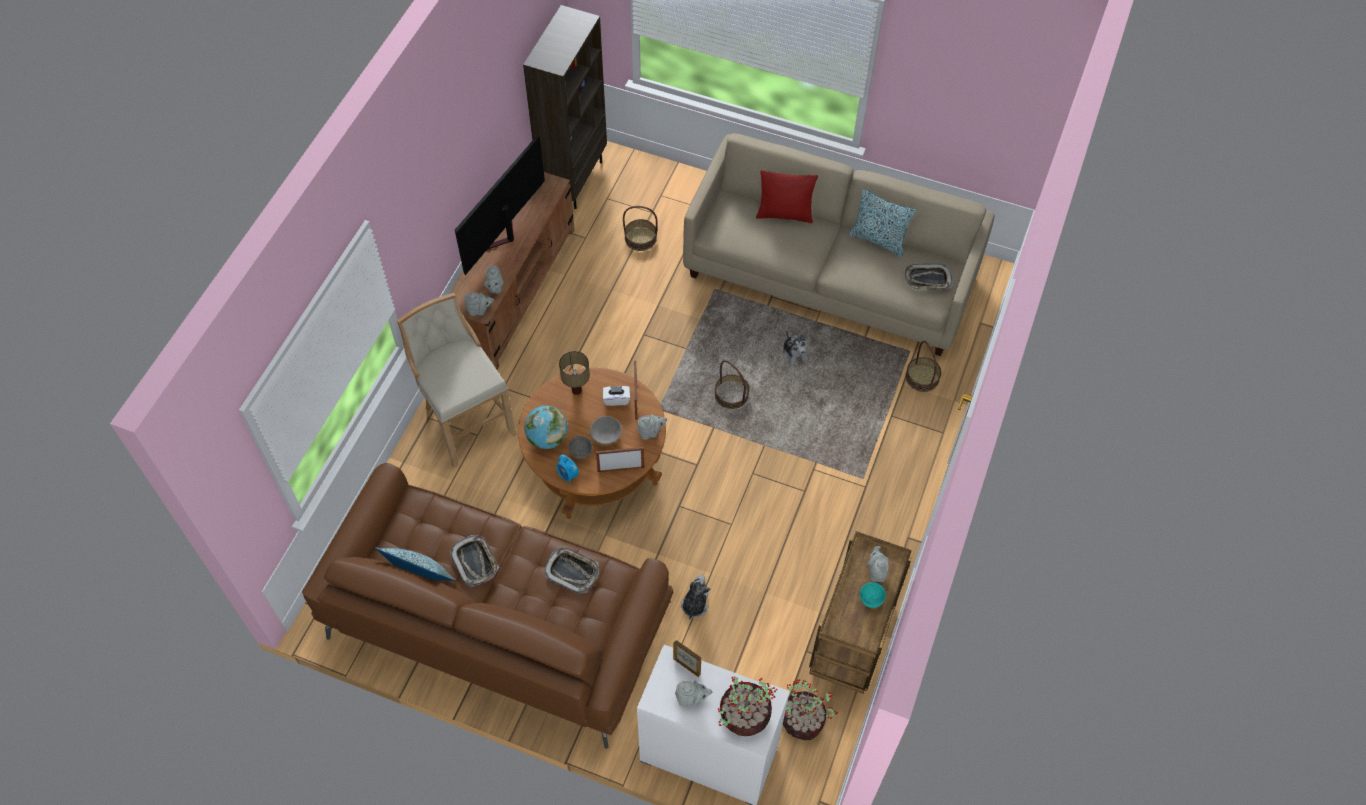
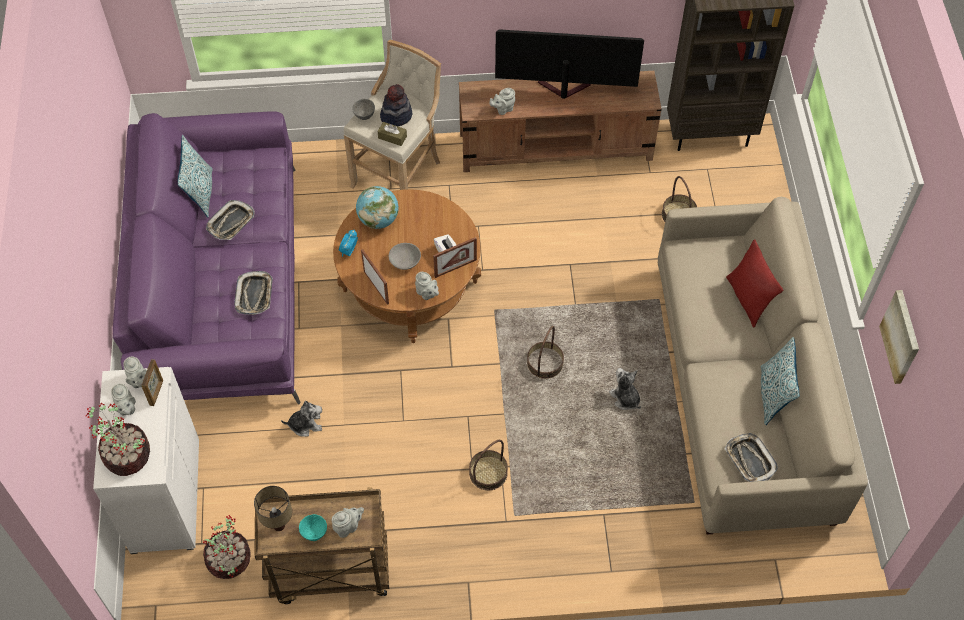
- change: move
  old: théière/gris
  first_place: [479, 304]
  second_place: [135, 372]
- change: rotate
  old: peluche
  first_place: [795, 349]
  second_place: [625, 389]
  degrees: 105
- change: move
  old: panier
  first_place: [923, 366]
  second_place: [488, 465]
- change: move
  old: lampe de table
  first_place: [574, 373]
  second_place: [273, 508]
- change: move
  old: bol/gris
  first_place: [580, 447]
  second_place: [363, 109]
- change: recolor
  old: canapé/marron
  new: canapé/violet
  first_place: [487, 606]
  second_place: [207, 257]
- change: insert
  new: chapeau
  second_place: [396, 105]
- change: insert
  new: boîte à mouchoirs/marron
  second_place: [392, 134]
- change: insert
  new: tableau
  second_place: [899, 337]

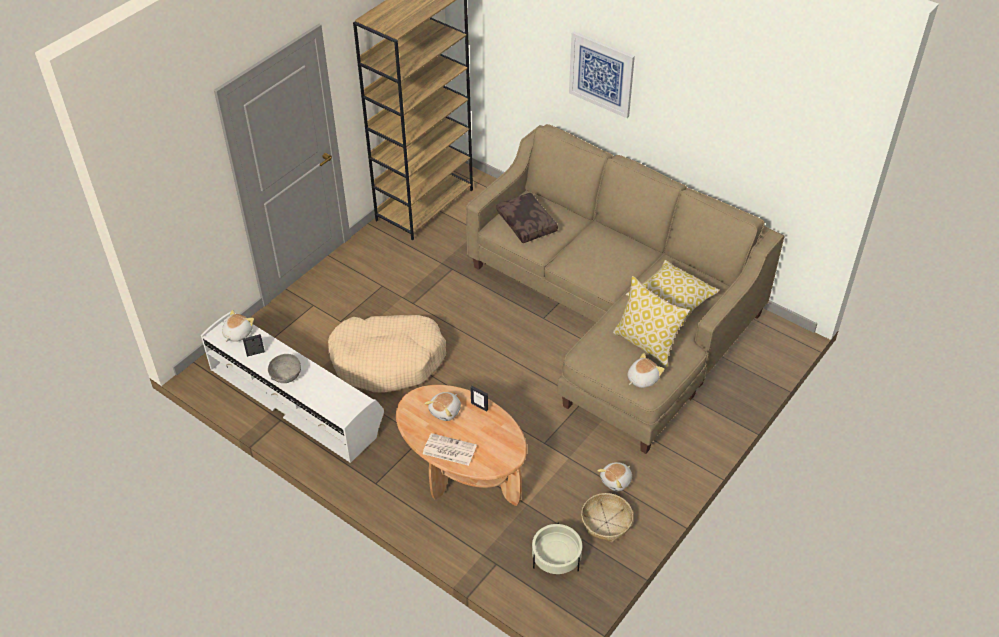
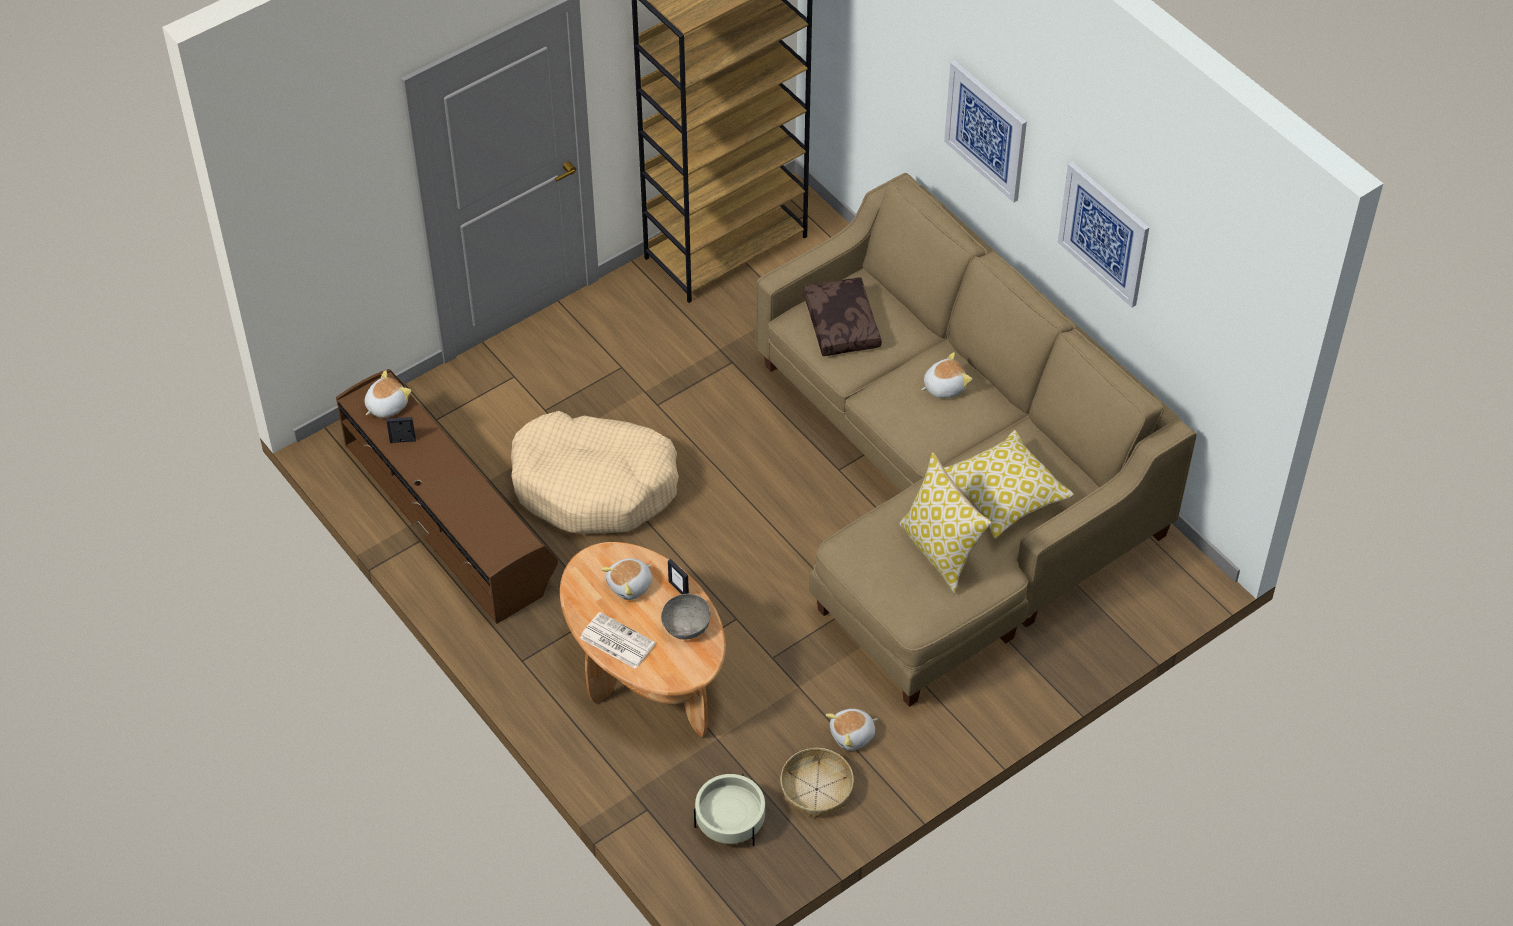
- change: recolor
  old: meuble télé/blanc
  new: meuble télé/marron
  first_place: [292, 387]
  second_place: [447, 496]
- change: move
  old: peluche
  first_place: [645, 370]
  second_place: [946, 375]
- change: move
  old: bol/gris
  first_place: [284, 368]
  second_place: [686, 616]
- change: insert
  new: tableau
  second_place: [1103, 235]

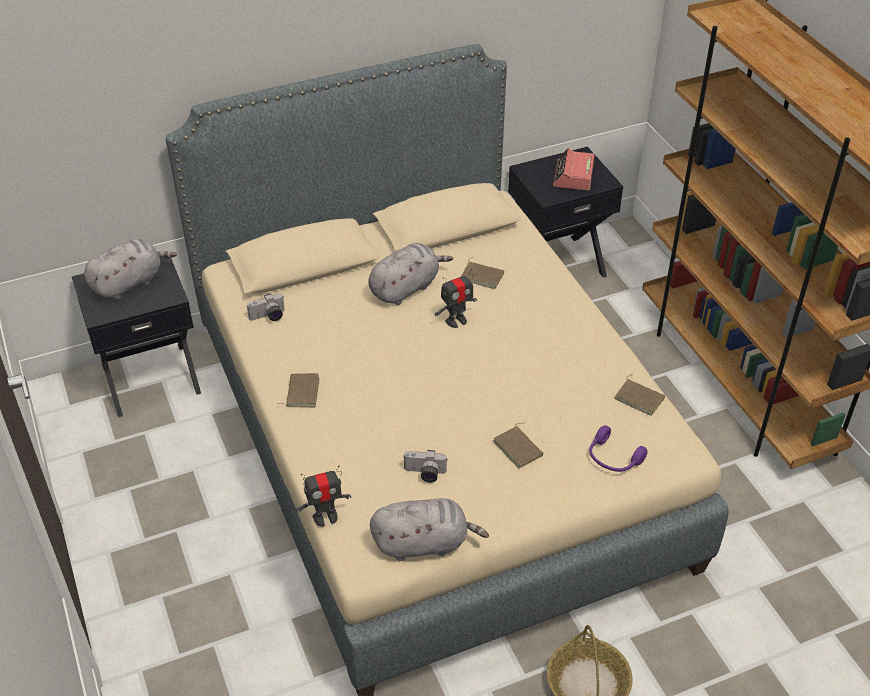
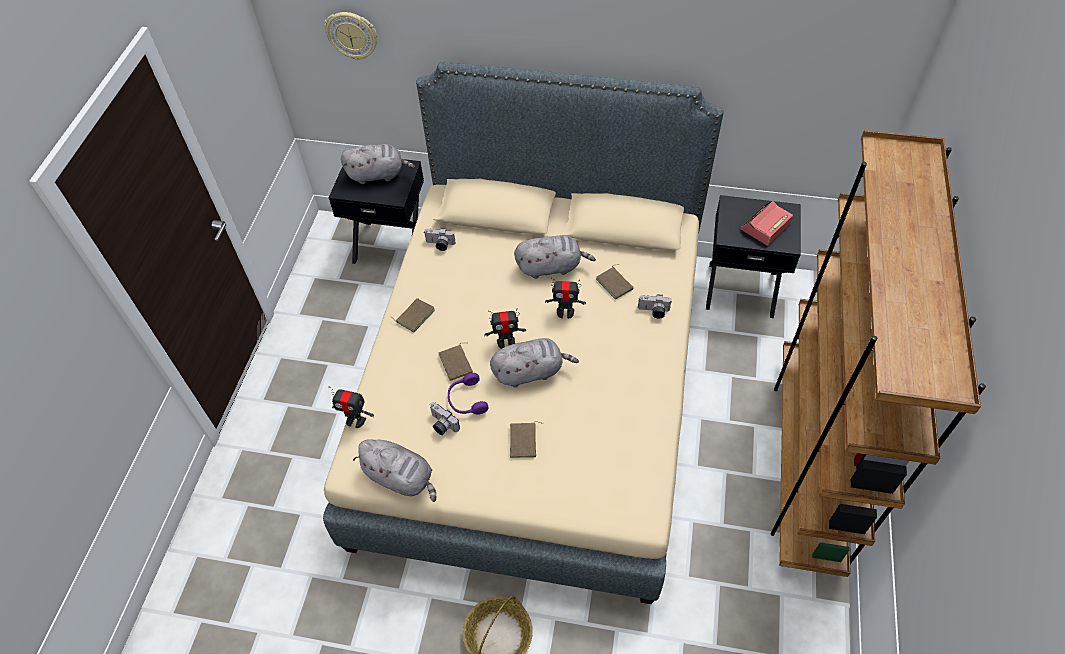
- change: move
  old: livre/marron
  first_place: [639, 395]
  second_place: [455, 362]
- change: move
  old: casque audio/violet
  first_place: [618, 448]
  second_place: [468, 394]
- change: insert
  new: horloge murale
  second_place: [350, 36]
- change: insert
  new: appareil photo
  second_place: [655, 306]
- change: insert
  new: robot jouet
  second_place: [505, 328]
- change: insert
  new: peluche/gris
  second_place: [534, 363]

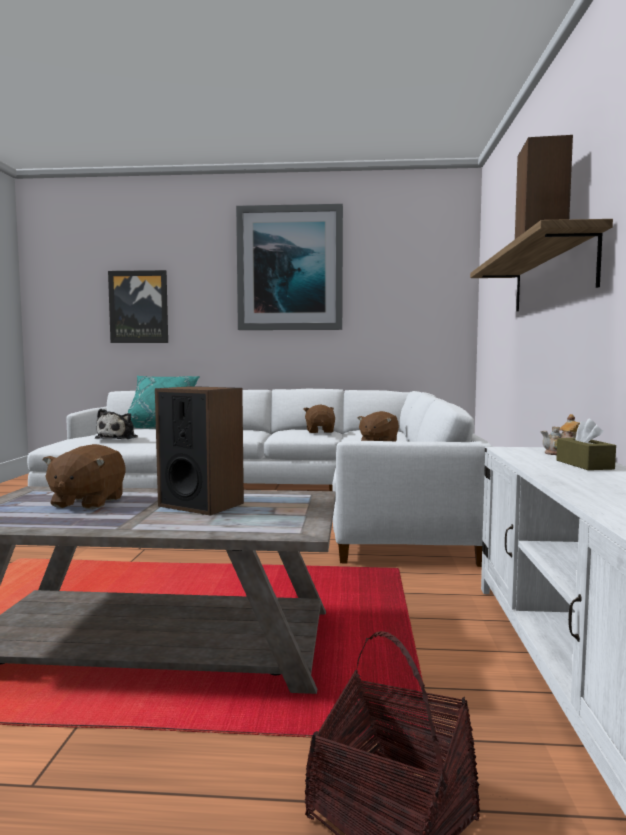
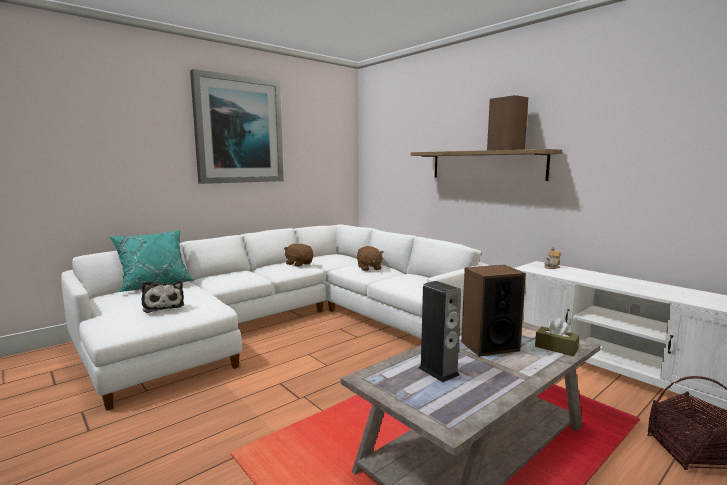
- change: delete
  old: tableau
  first_place: [138, 306]
- change: move
  old: boîte à mouchoirs/marron
  first_place: [586, 444]
  second_place: [557, 337]
- change: replace
  old: peluche/marron
  new: enceinte
  first_place: [84, 477]
  second_place: [439, 331]

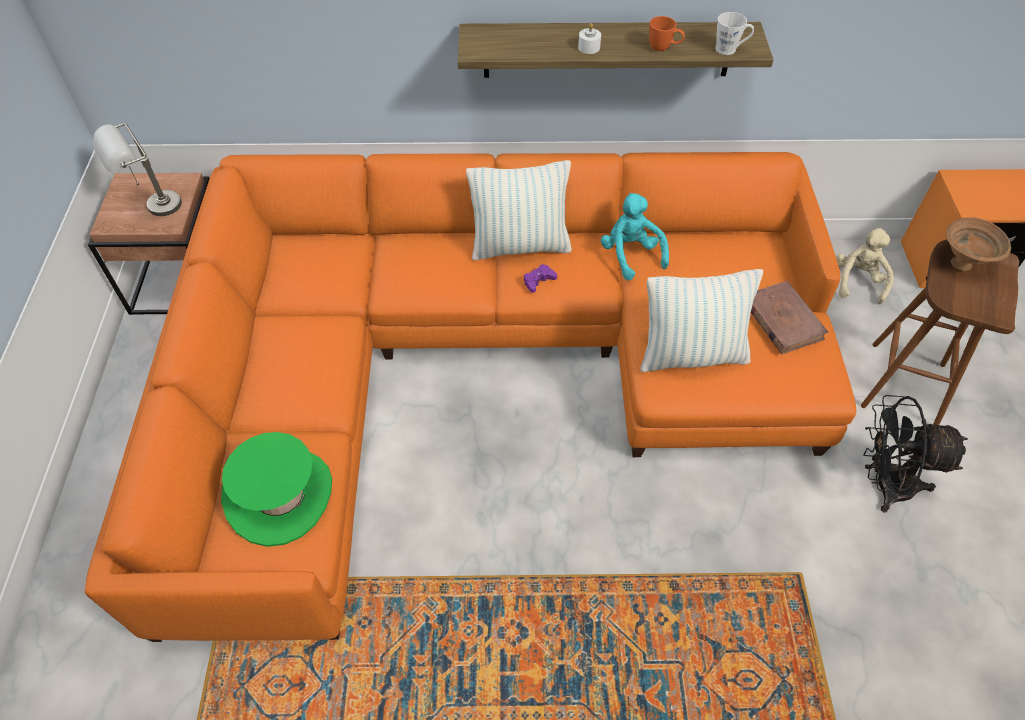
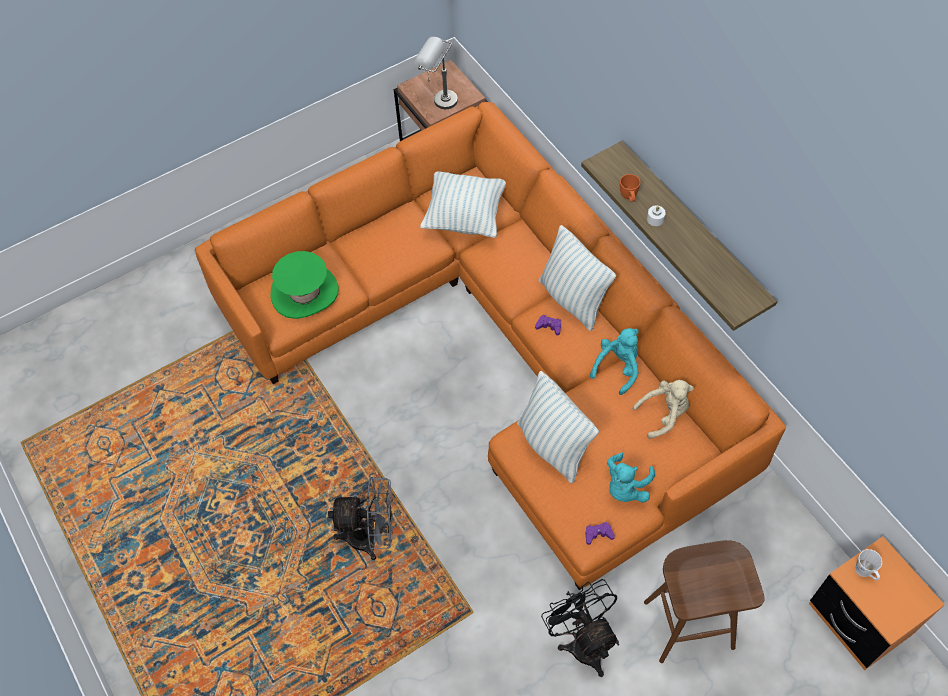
- change: move
  old: mug/blanc
  first_place: [735, 33]
  second_place: [868, 565]
- change: move
  old: mug/orange
  first_place: [667, 33]
  second_place: [630, 188]
- change: delete
  old: bol/marron
  first_place: [978, 244]
- change: move
  old: peluche/beige
  first_place: [865, 266]
  second_place: [663, 409]
- change: replace
  old: livre/marron
  new: peluche/turquoise
  first_place: [790, 317]
  second_place: [631, 477]
- change: insert
  new: coussin
  second_place: [463, 204]
- change: insert
  new: ventilateur/gris
  second_place: [360, 518]
- change: insert
  new: manette/violet
  second_place: [600, 533]

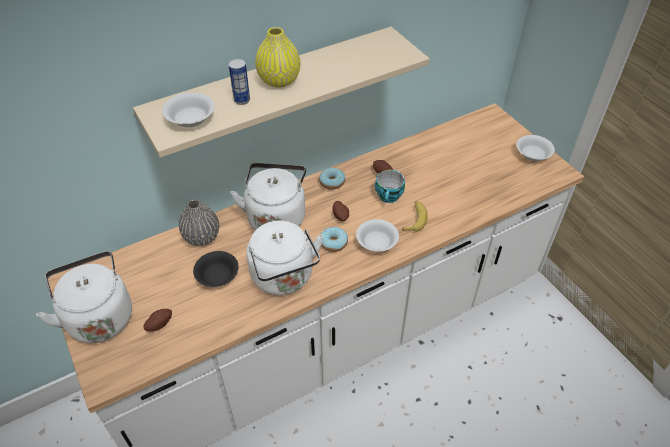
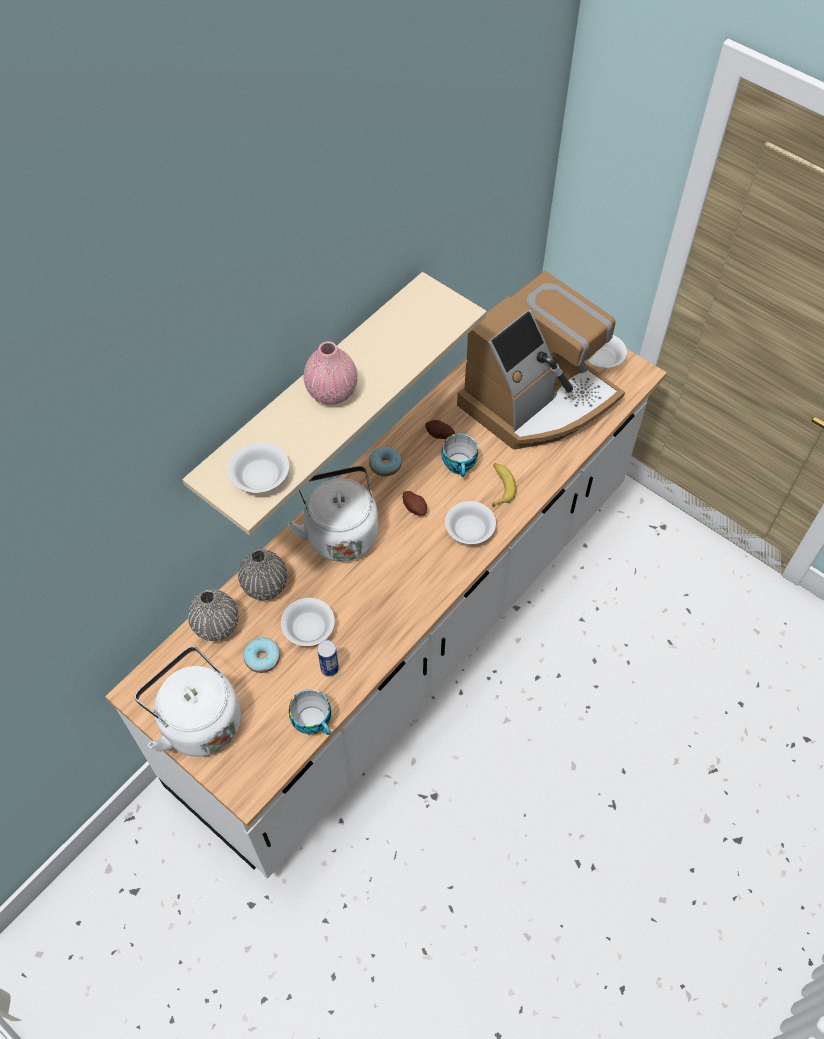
- change: recolor
  old: vase/jaune
  new: vase/rose
  first_place: [277, 57]
  second_place: [330, 373]
- change: move
  old: boîte métallique
  first_place: [239, 82]
  second_place: [328, 658]
- change: delete
  old: bouilloire/blanc
  first_place: [284, 258]
- change: move
  old: beignet
  first_place: [334, 239]
  second_place: [262, 655]
- change: recolor
  old: bol/noir
  new: bol/blanc
  first_place: [216, 269]
  second_place: [308, 622]
- change: delete
  old: pomme de terre
  first_place: [157, 320]
- change: insert
  new: machine à café
  second_place: [541, 360]
- change: insert
  new: vase/gris
  second_place: [213, 615]
- change: insert
  new: tasse
  second_place: [310, 712]

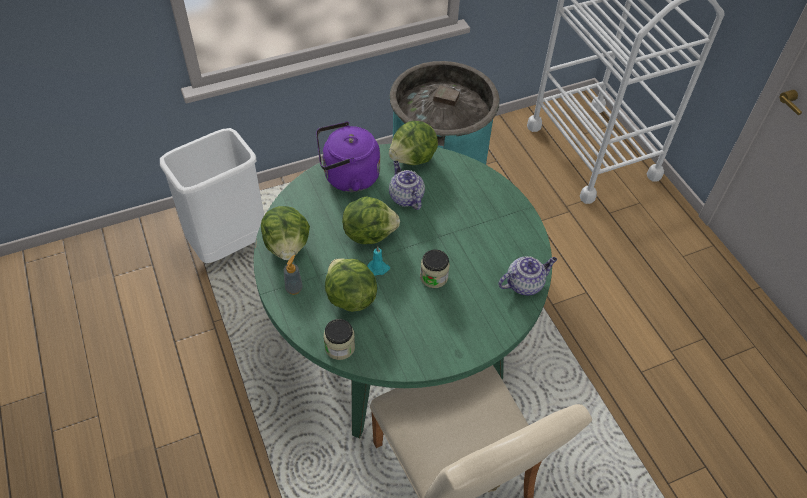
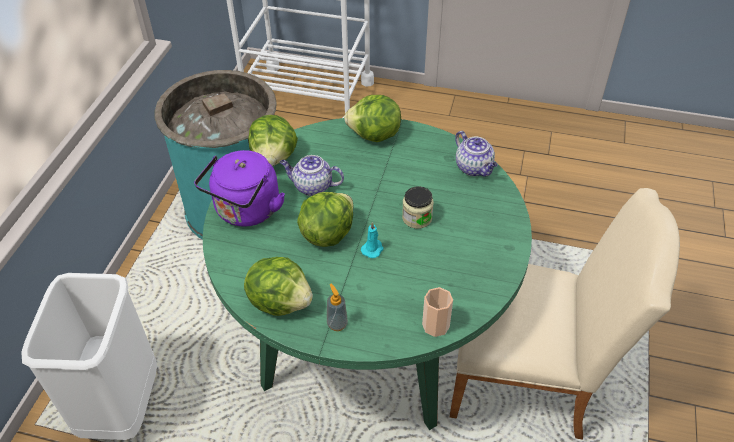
- change: rotate
  old: théière
  first_place: [527, 276]
  second_place: [476, 154]
  degrees: 135
- change: move
  old: laitue
  first_place: [351, 285]
  second_place: [372, 118]
- change: replace
  old: bocal
  new: tasse
  first_place: [339, 339]
  second_place: [437, 312]

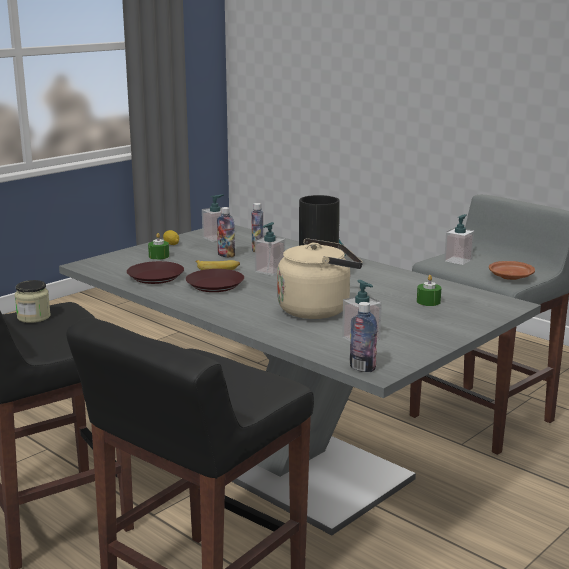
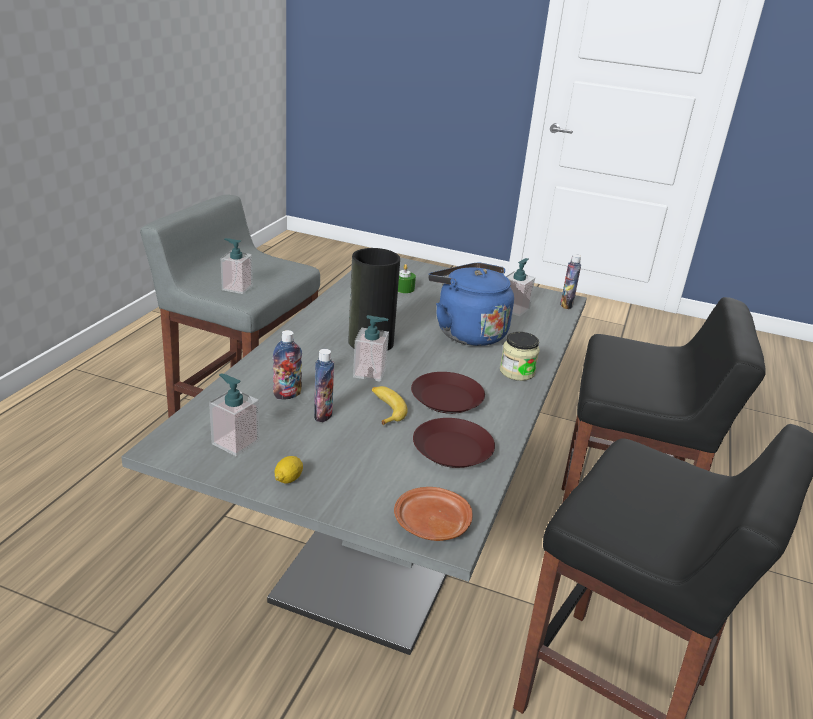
- change: delete
  old: bougie/vert
  first_place: [158, 246]
- change: recolor
  old: bouilloire/beige
  new: bouilloire/bleu
  first_place: [320, 278]
  second_place: [471, 304]
- change: move
  old: assiette/marron
  first_place: [512, 270]
  second_place: [433, 514]
- change: move
  old: bocal
  first_place: [33, 301]
  second_place: [520, 356]

